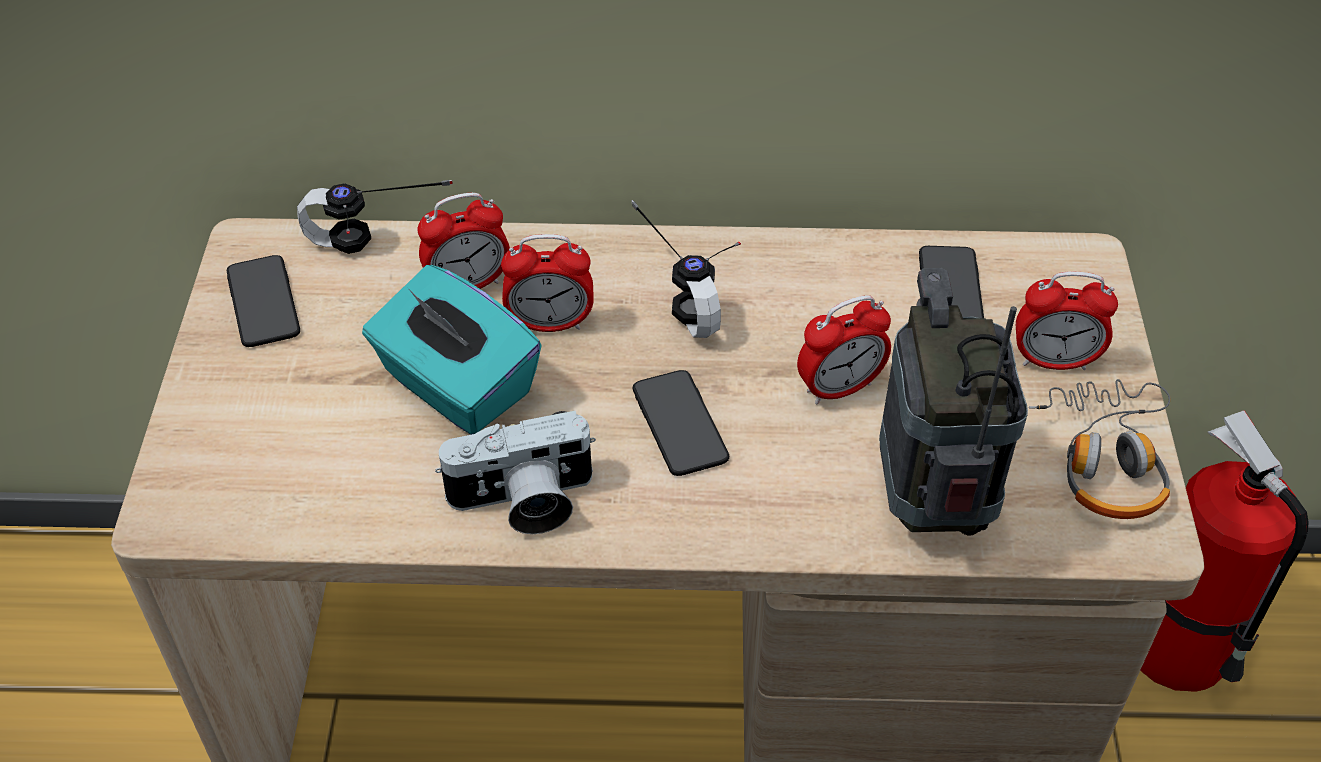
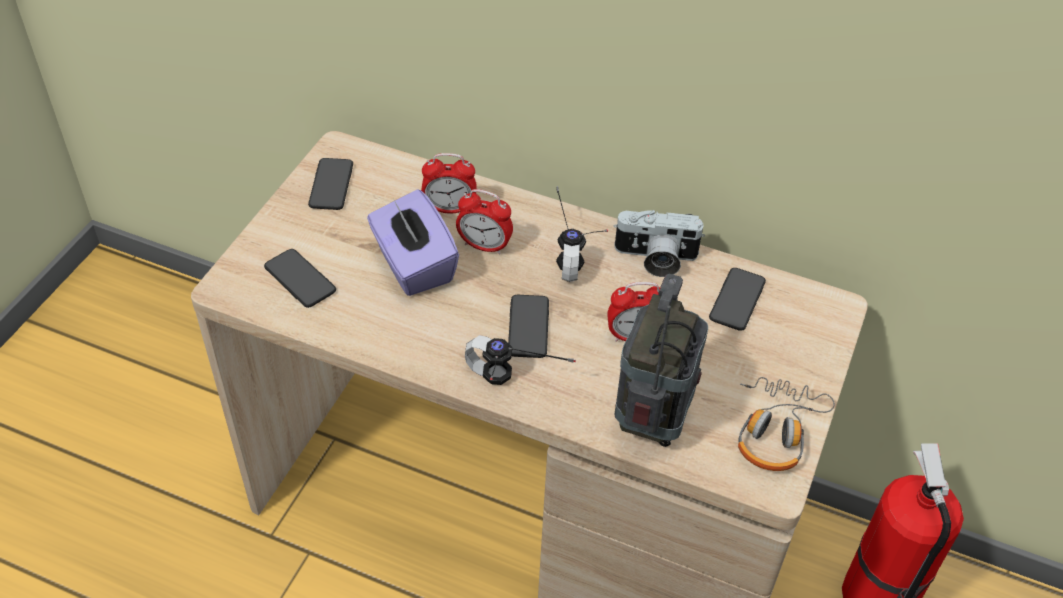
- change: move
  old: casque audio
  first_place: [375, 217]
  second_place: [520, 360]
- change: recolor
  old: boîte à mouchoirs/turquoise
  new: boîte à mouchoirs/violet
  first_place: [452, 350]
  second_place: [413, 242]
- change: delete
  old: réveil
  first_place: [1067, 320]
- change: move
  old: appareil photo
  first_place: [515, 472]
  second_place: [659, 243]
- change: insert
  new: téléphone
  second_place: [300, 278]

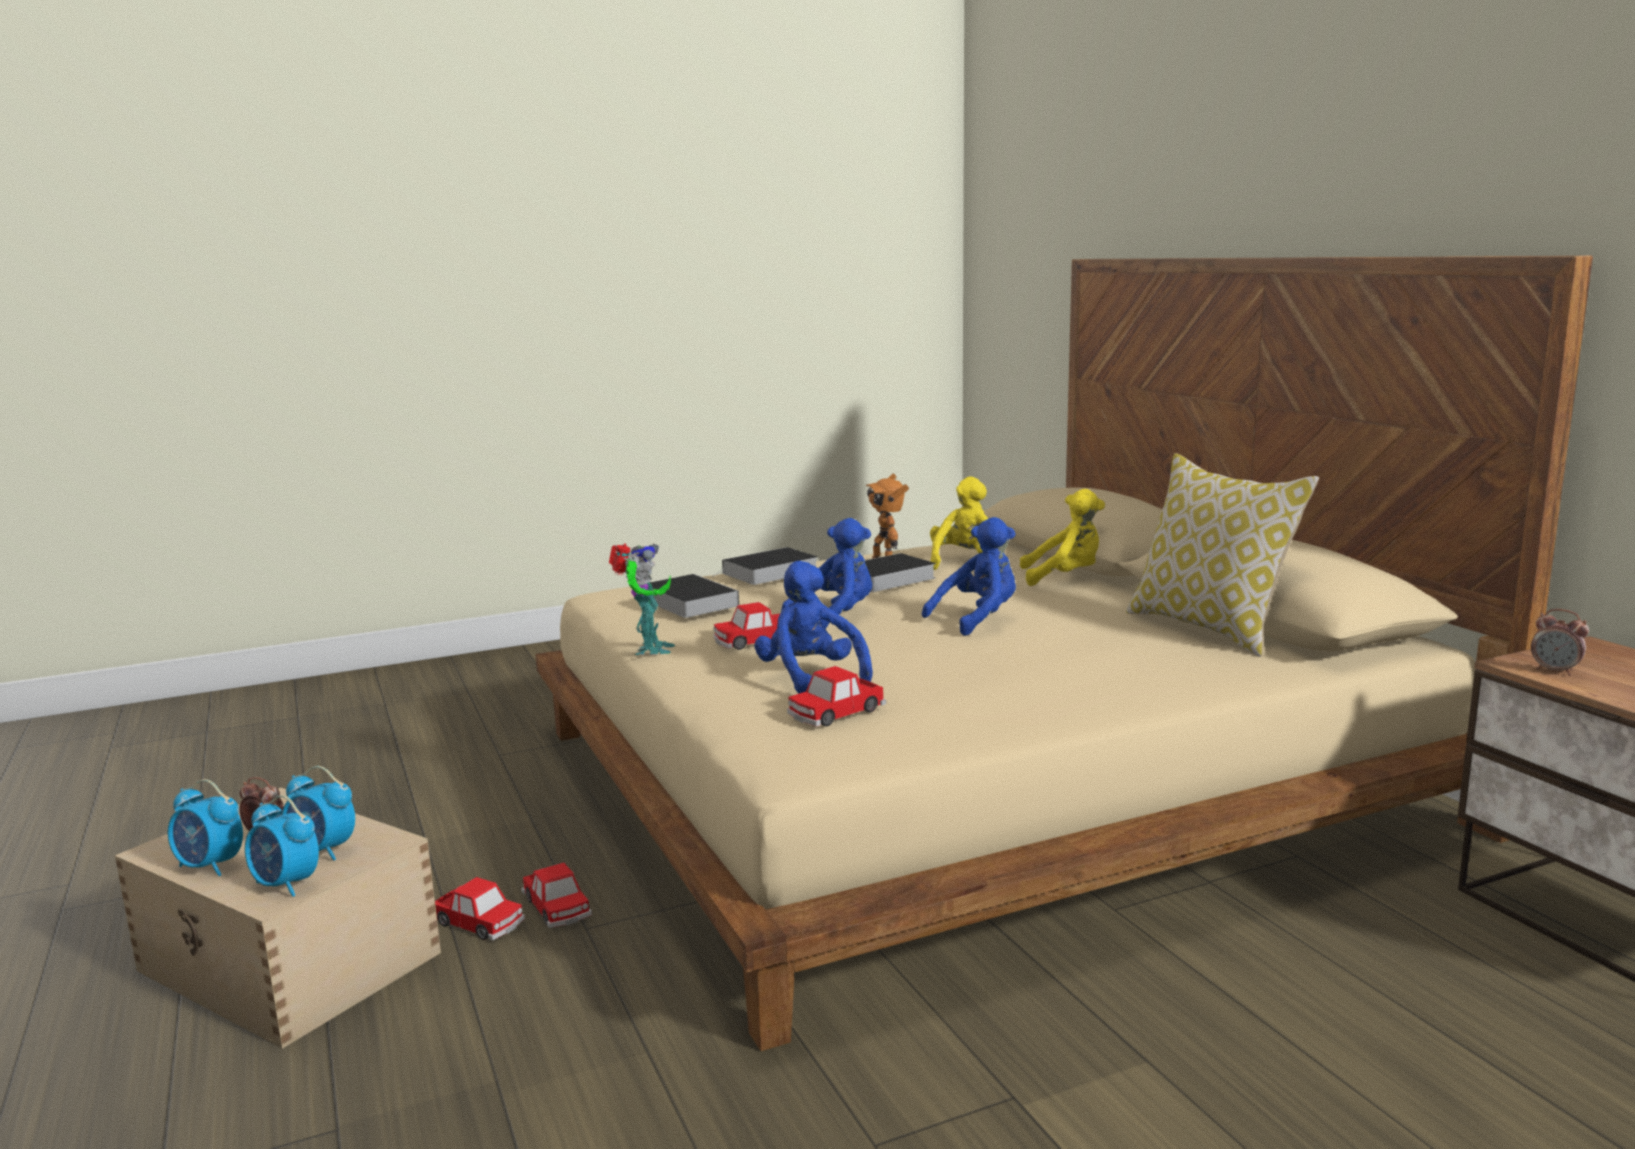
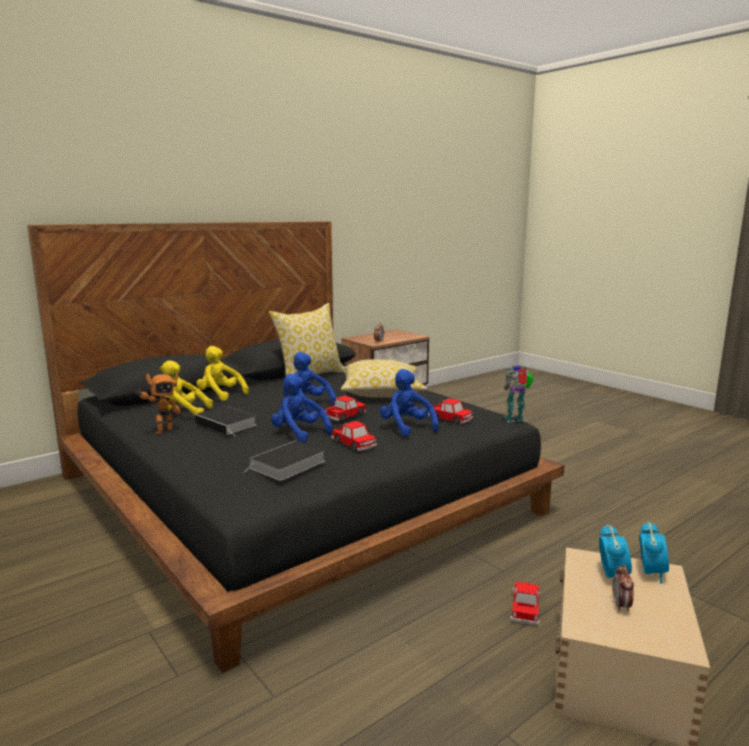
- change: recolor
  old: lit/beige
  new: lit/noir
  first_place: [1064, 653]
  second_place: [296, 447]
- change: rotate
  old: peluche/jaune
  first_place: [1062, 537]
  second_place: [222, 373]
  degrees: -45
- change: move
  old: robot jouet
  first_place: [642, 599]
  second_place: [519, 394]
- change: delete
  old: livre
  first_place: [765, 566]
- change: rotate
  old: peluche/bleu
  first_place: [813, 627]
  second_place: [409, 403]
  degrees: 105
- change: delete
  old: réveil
  first_place: [205, 827]
- change: move
  old: petite voiture
  first_place: [556, 895]
  second_place: [345, 408]
- change: insert
  new: coussin
  second_place: [384, 378]

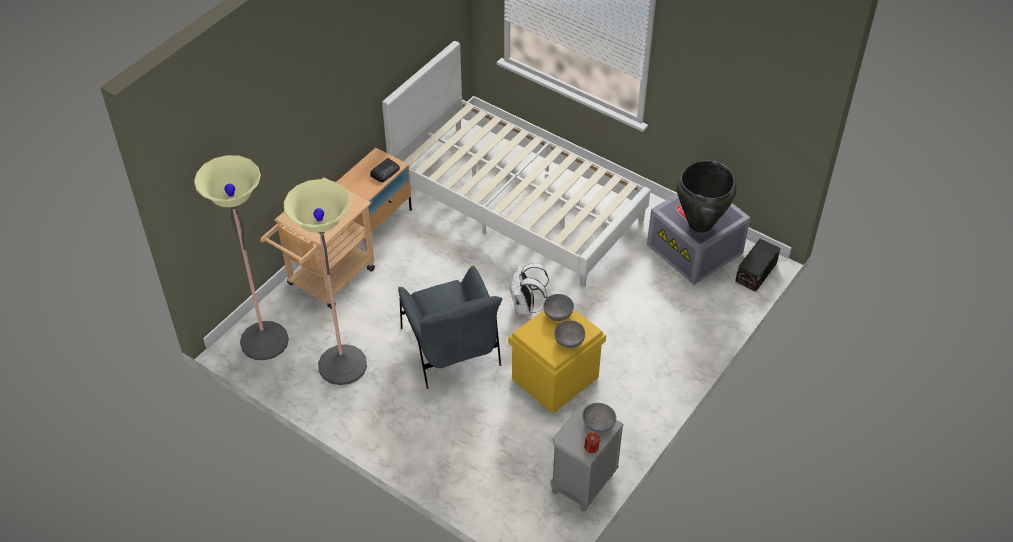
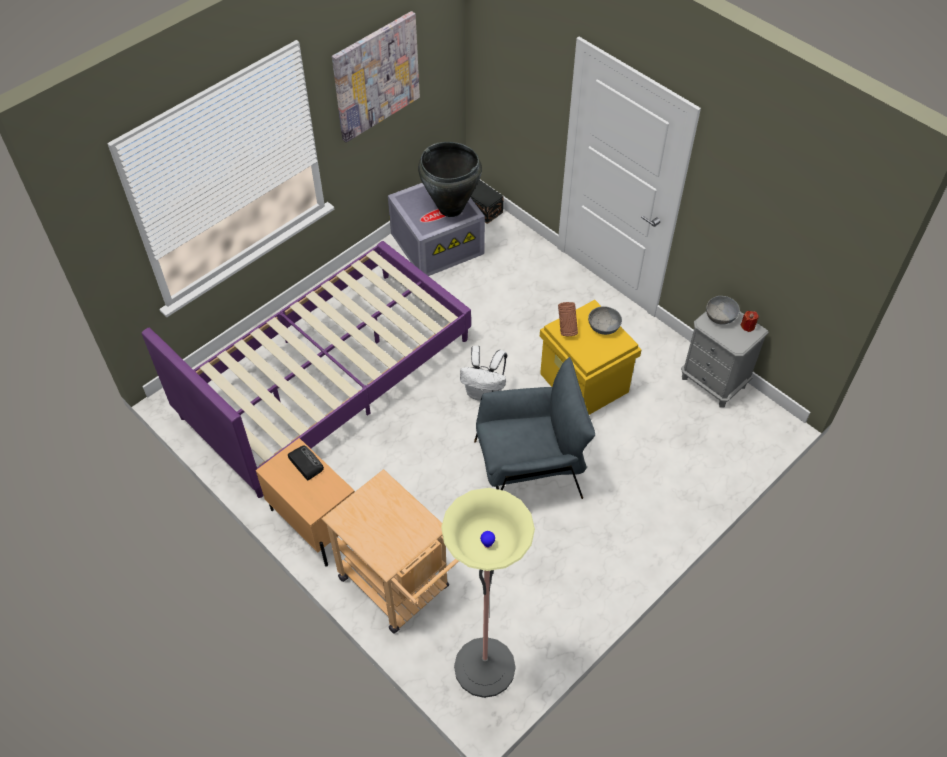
- change: recolor
  old: lit/blanc
  new: lit/violet
  first_place: [516, 164]
  second_place: [306, 369]
- change: delete
  old: lampadaire
  first_place: [325, 282]
- change: replace
  old: bol/gris
  new: vase/marron
  first_place: [559, 307]
  second_place: [568, 319]
- change: insert
  new: tableau
  second_place: [376, 77]

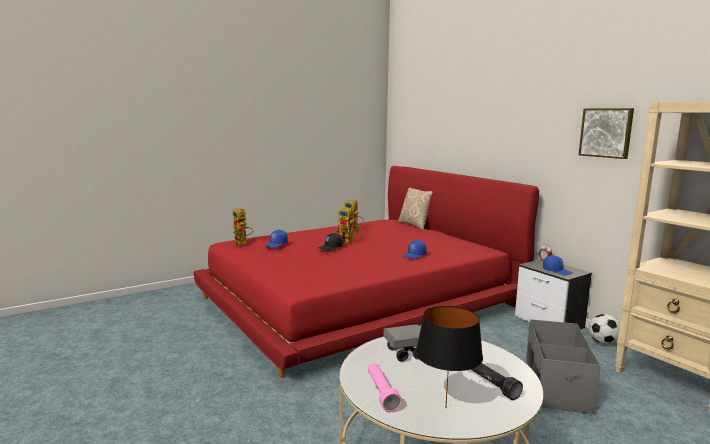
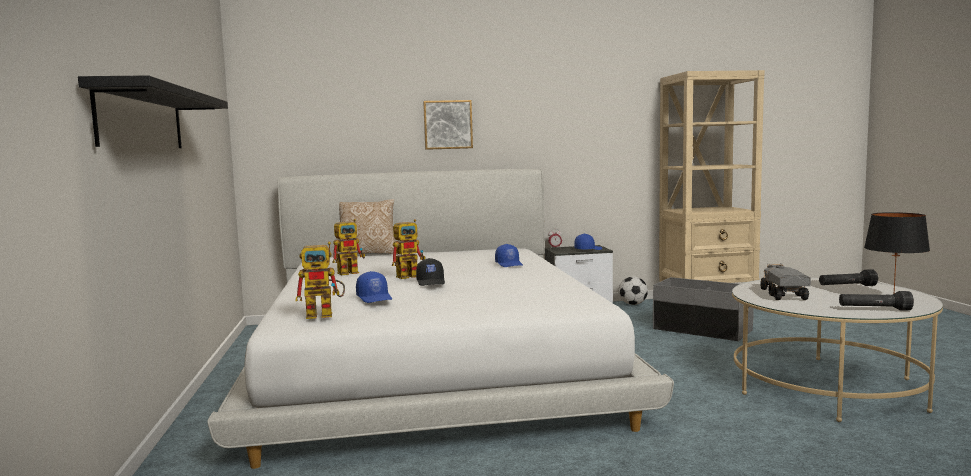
- change: move
  old: tableau
  first_place: [606, 133]
  second_place: [448, 125]
- change: recolor
  old: lit/rouge
  new: lit/blanc
  first_place: [366, 272]
  second_place: [440, 318]
- change: recolor
  old: lampe de poche/rose
  new: lampe de poche/noir
  first_place: [385, 387]
  second_place: [876, 301]
- change: insert
  new: étagère/noir
  second_place: [153, 111]

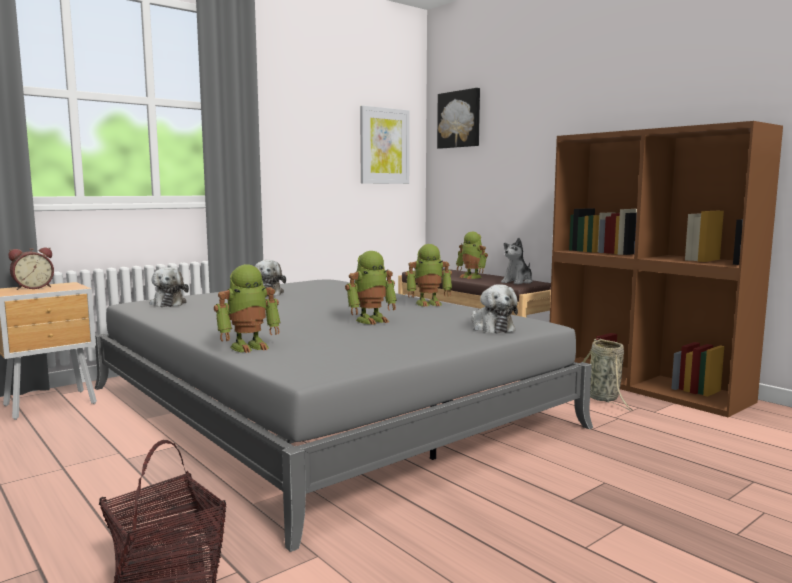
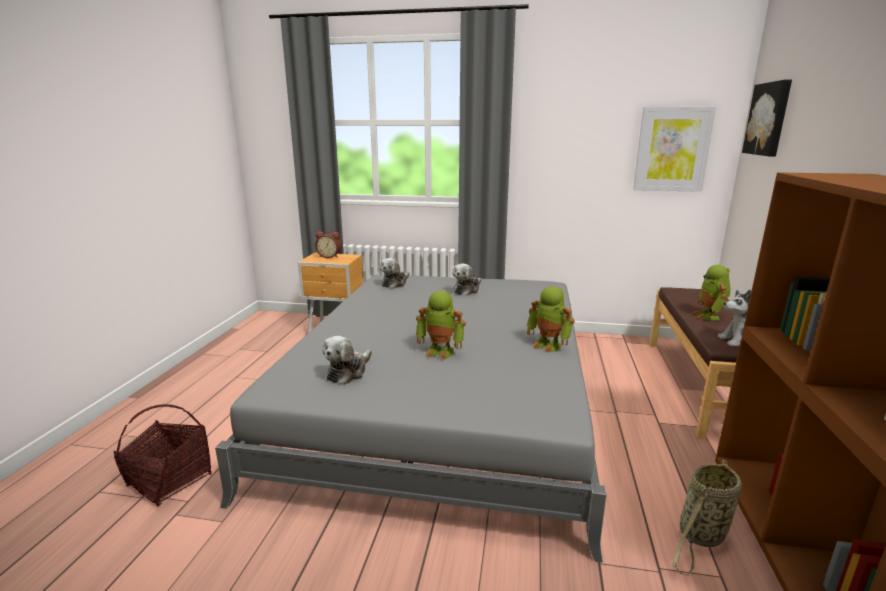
- change: delete
  old: robot jouet
  first_place: [247, 308]
- change: move
  old: peluche
  first_place: [494, 308]
  second_place: [347, 360]

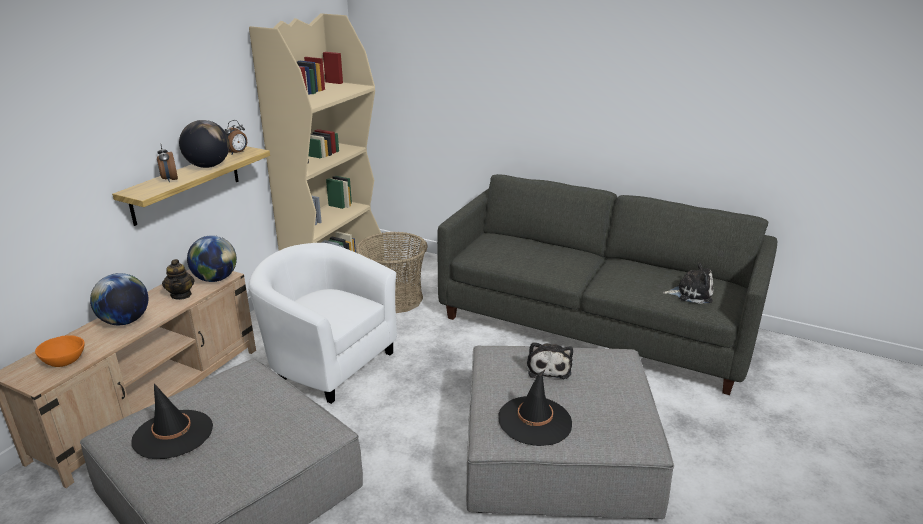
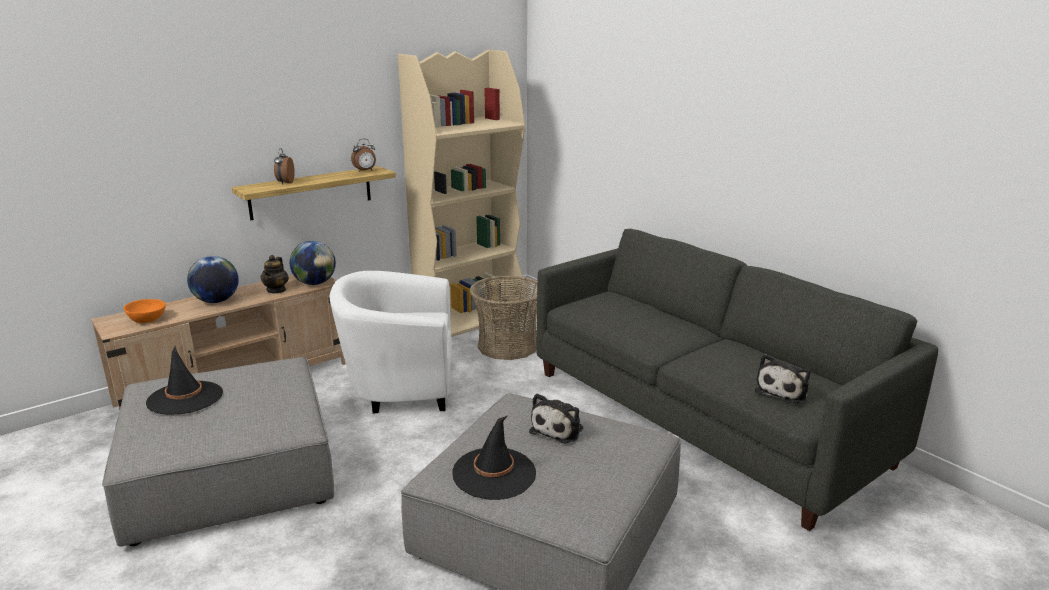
- change: delete
  old: globe
  first_place: [204, 144]
- change: rotate
  old: fauteuil/blanc
  first_place: [322, 323]
  second_place: [391, 342]
  degrees: -60
- change: rotate
  old: peluche
  first_place: [688, 283]
  second_place: [783, 378]
  degrees: 90

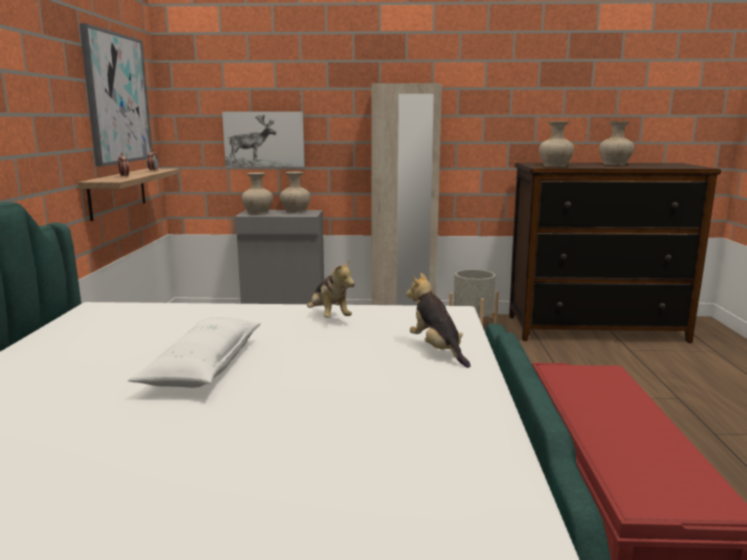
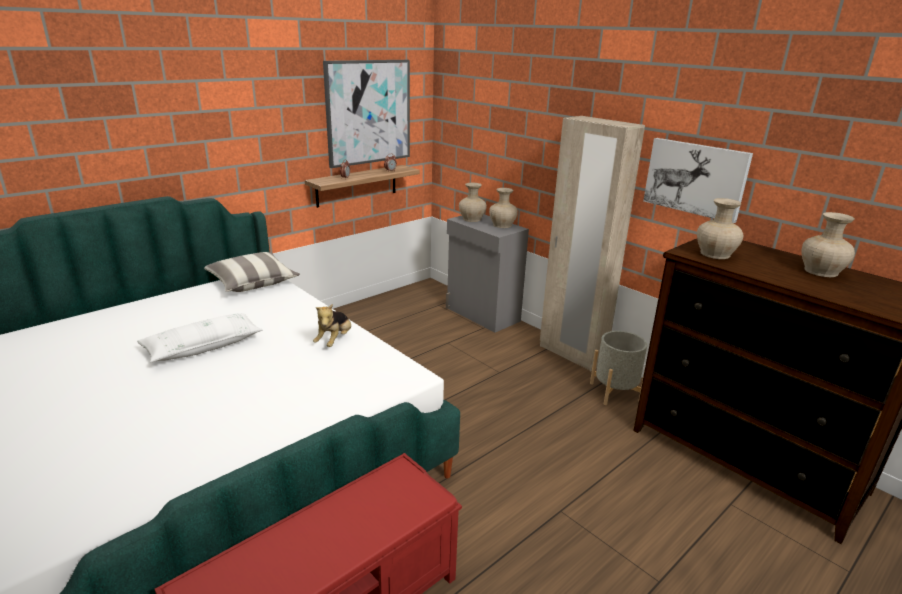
- change: move
  old: tableau
  first_place: [263, 139]
  second_place: [698, 180]
- change: delete
  old: peluche
  first_place: [438, 320]
- change: insert
  new: coussin
  second_place: [252, 272]

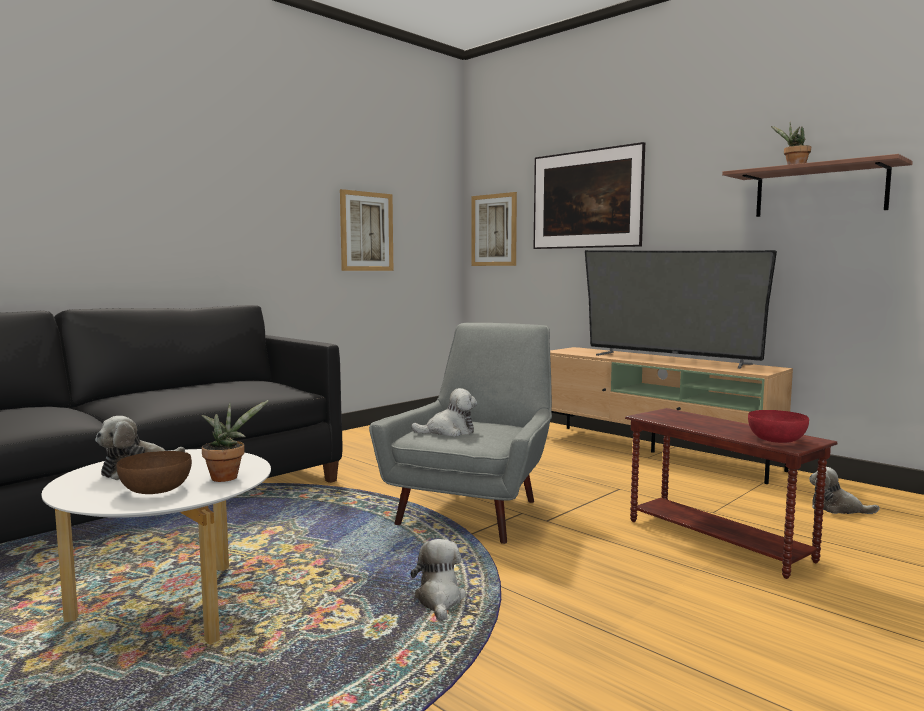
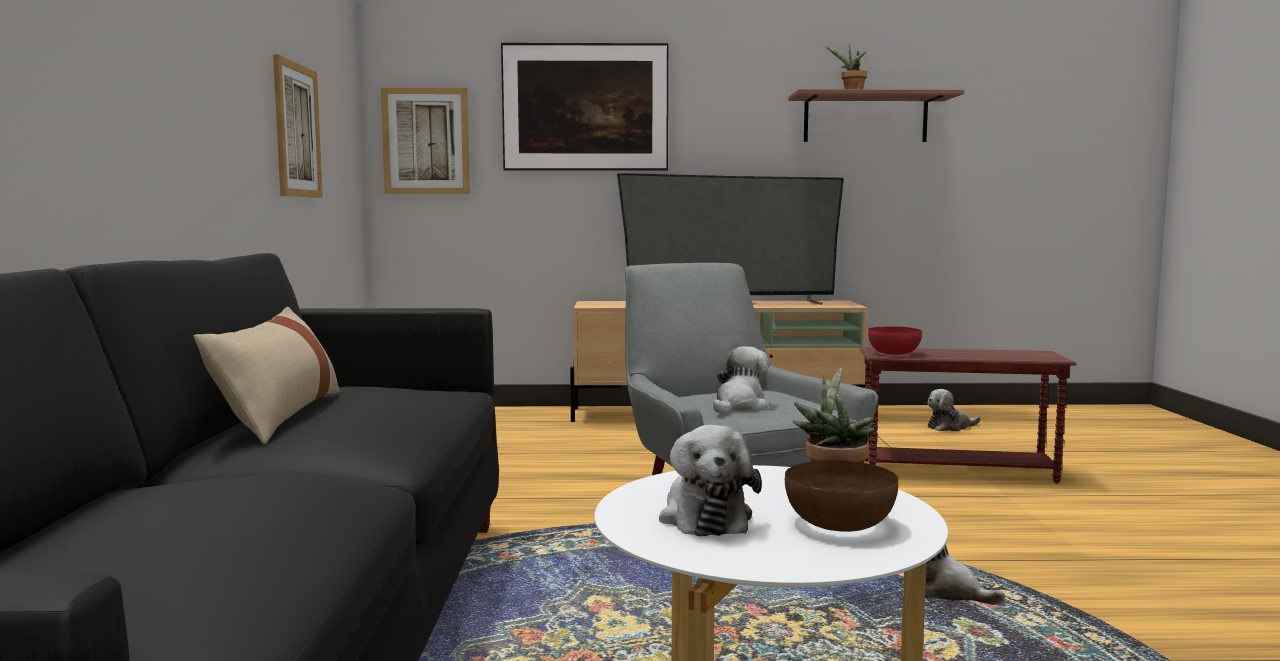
- change: move
  old: bol/rouge
  first_place: [778, 426]
  second_place: [895, 341]
- change: insert
  new: coussin/beige
  second_place: [267, 375]

